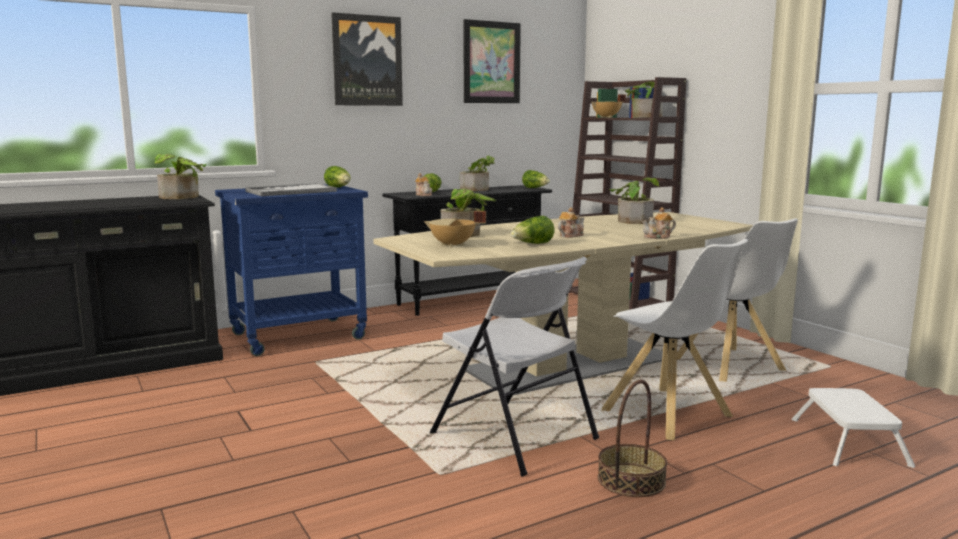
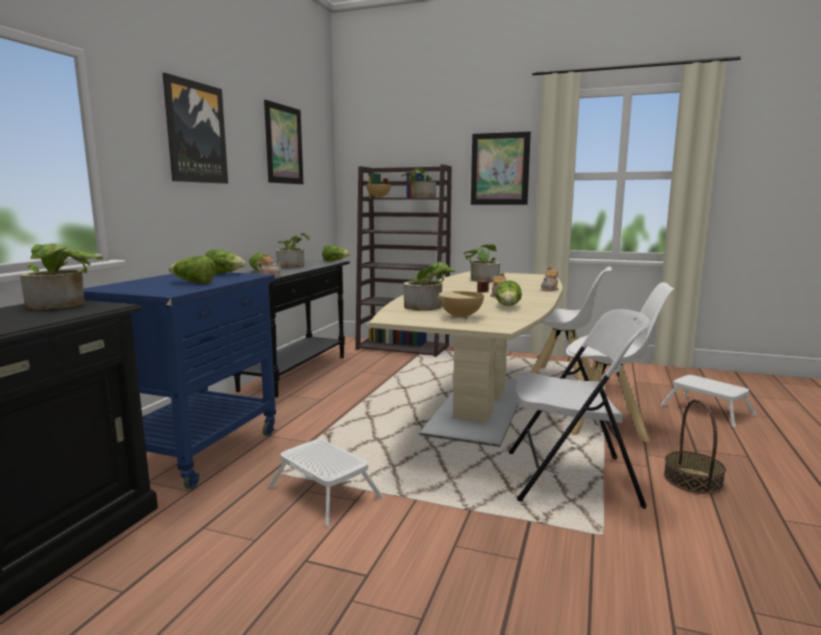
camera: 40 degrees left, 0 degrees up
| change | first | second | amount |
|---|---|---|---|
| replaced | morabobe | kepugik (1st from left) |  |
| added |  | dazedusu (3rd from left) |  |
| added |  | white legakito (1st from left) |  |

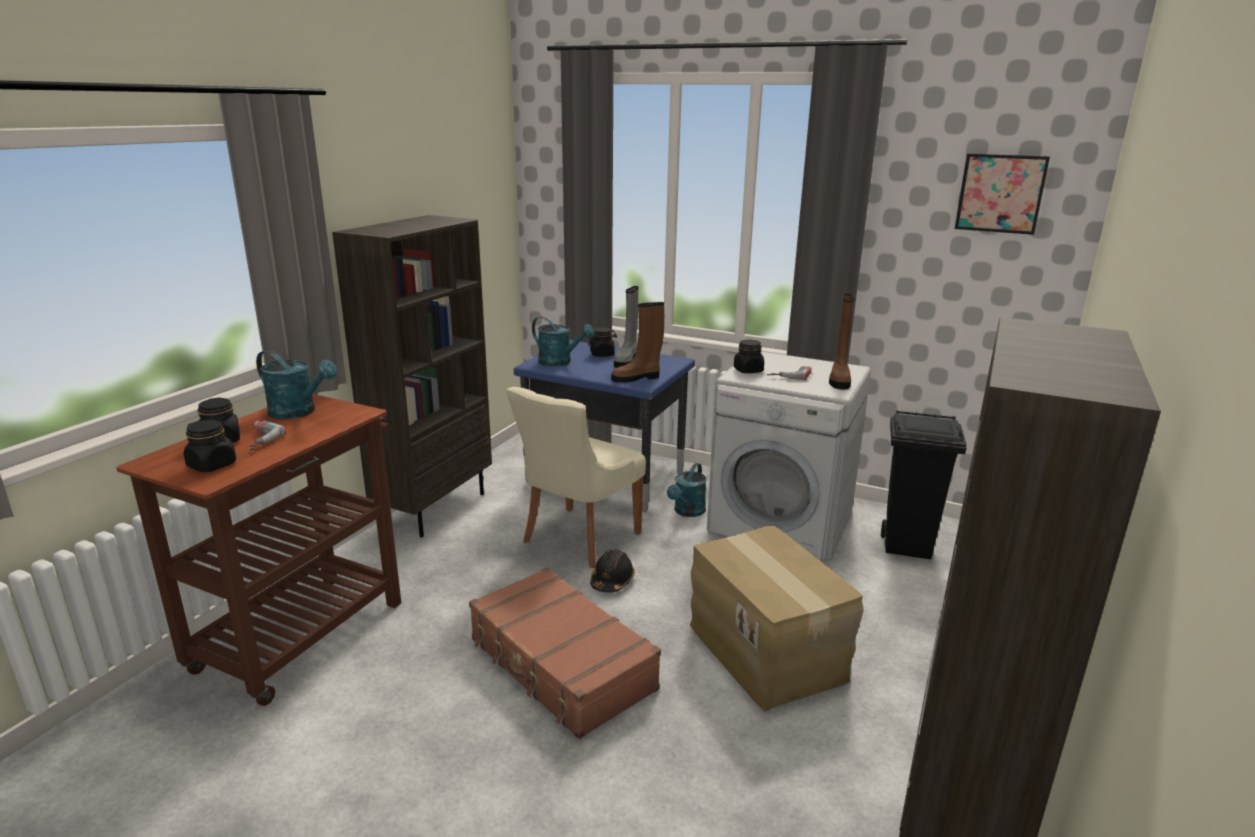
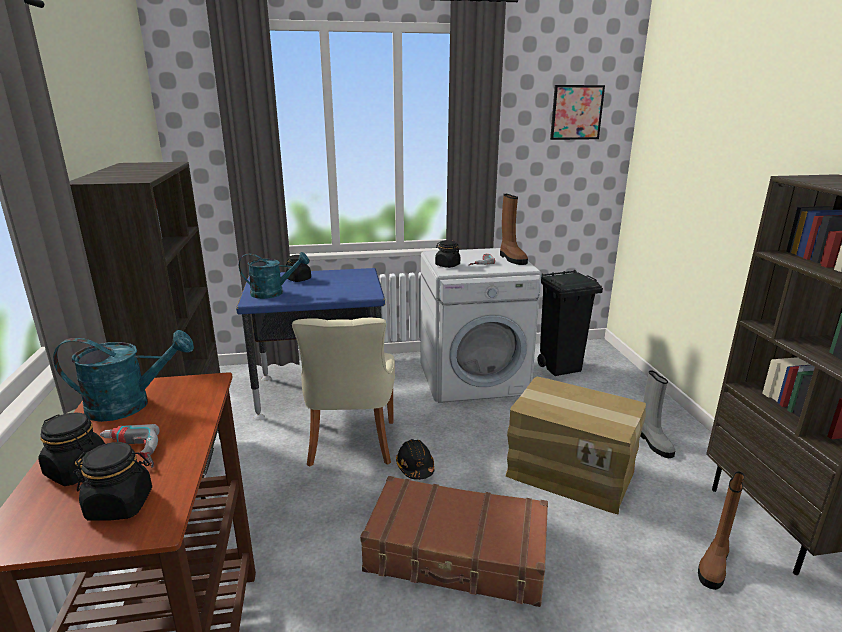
camera: 35 degrees left, 0 degrees up
| change | first | second | amount |
|---|---|---|---|
| moved | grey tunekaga |  |  |
| moved | brown tunekaga (1st from left in the first image) | brown tunekaga (2nd from left) |  |
| removed | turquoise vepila (3rd from left) |  |  |

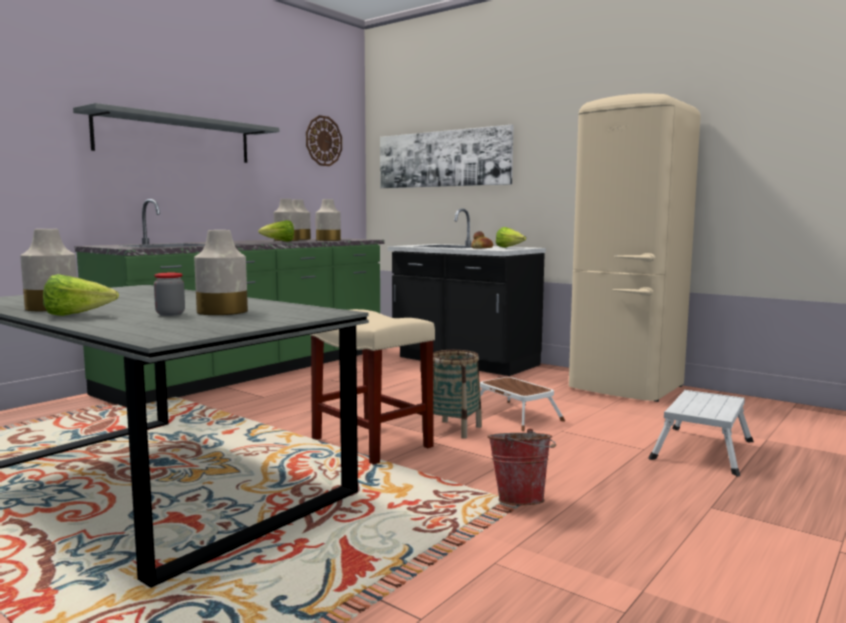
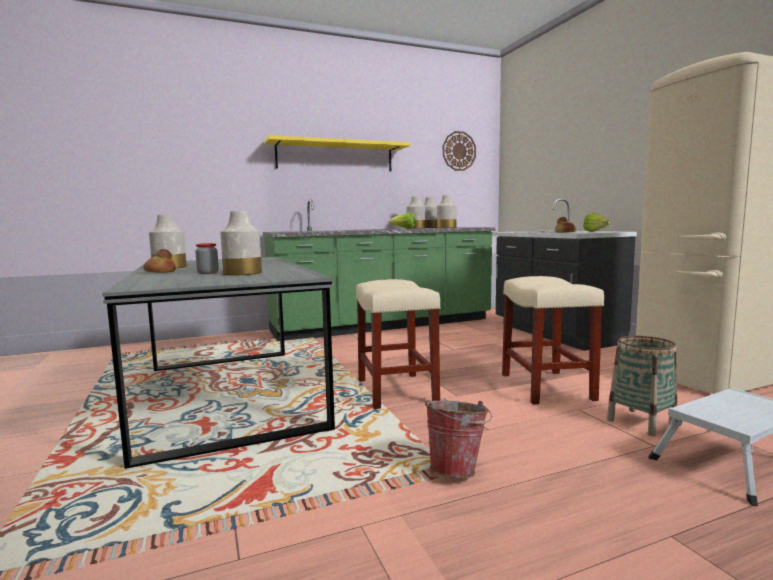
camera: 30 degrees right, 0 degrees up
| change | first | second | amount |
|---|---|---|---|
| recoloured | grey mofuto | yellow mofuto |  |
| removed | dazedusu |  |  |
| replaced | kepugik (1st from left) | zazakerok (1st from left) |  |
| moved | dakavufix |  |  |
| replaced | brown legakito | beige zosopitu (2nd from left) |  |

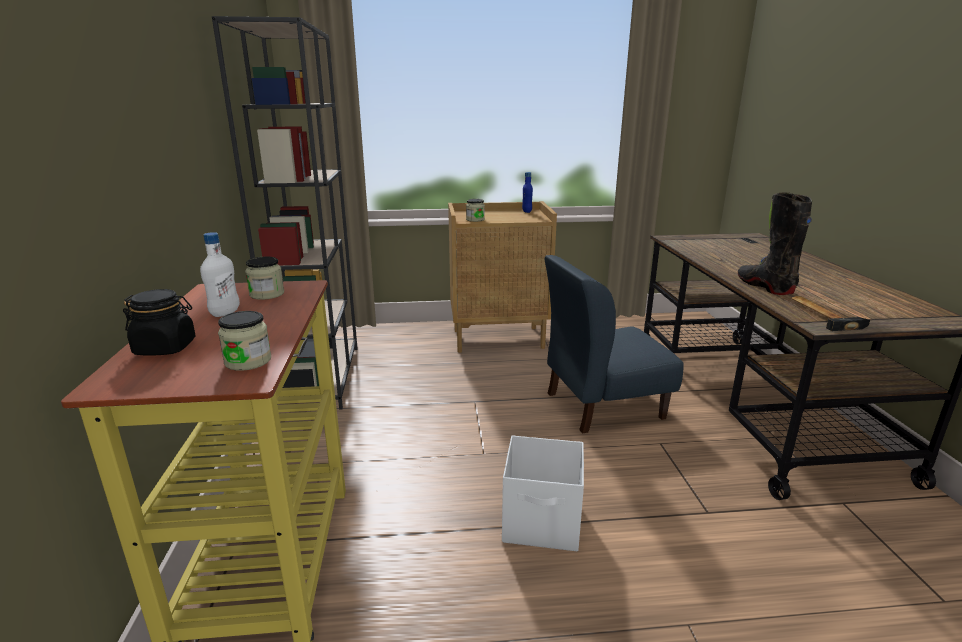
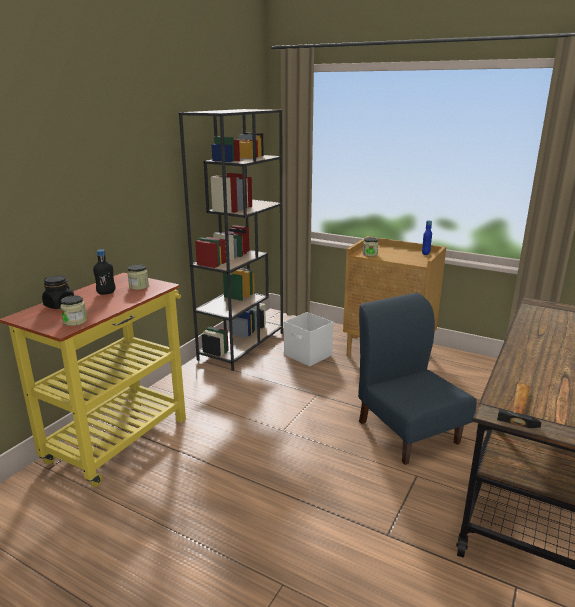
camera: 35 degrees right, 0 degrees up
| change | first | second | amount |
|---|---|---|---|
| removed | black tunekaga |  |  |
| recoloured | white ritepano | black ritepano |  |
| turned | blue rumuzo |  | 45 degrees clockwise |
| moved | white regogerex |  |  |

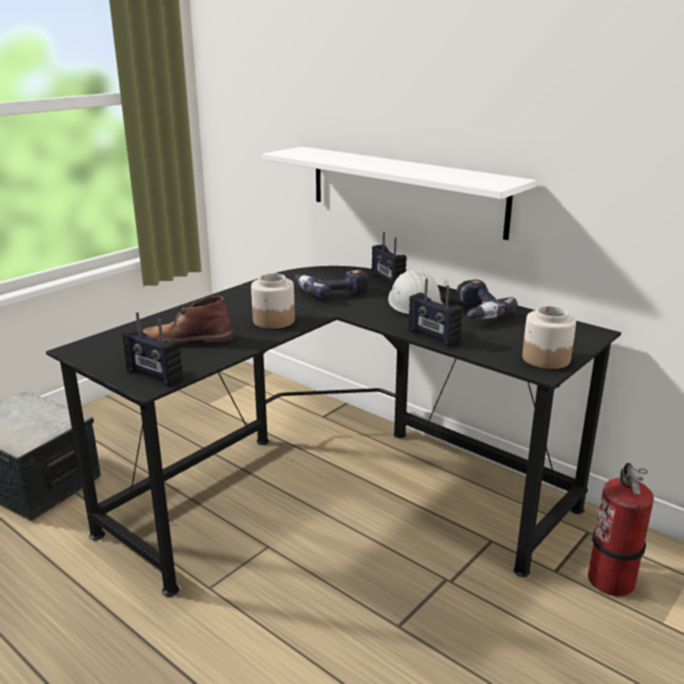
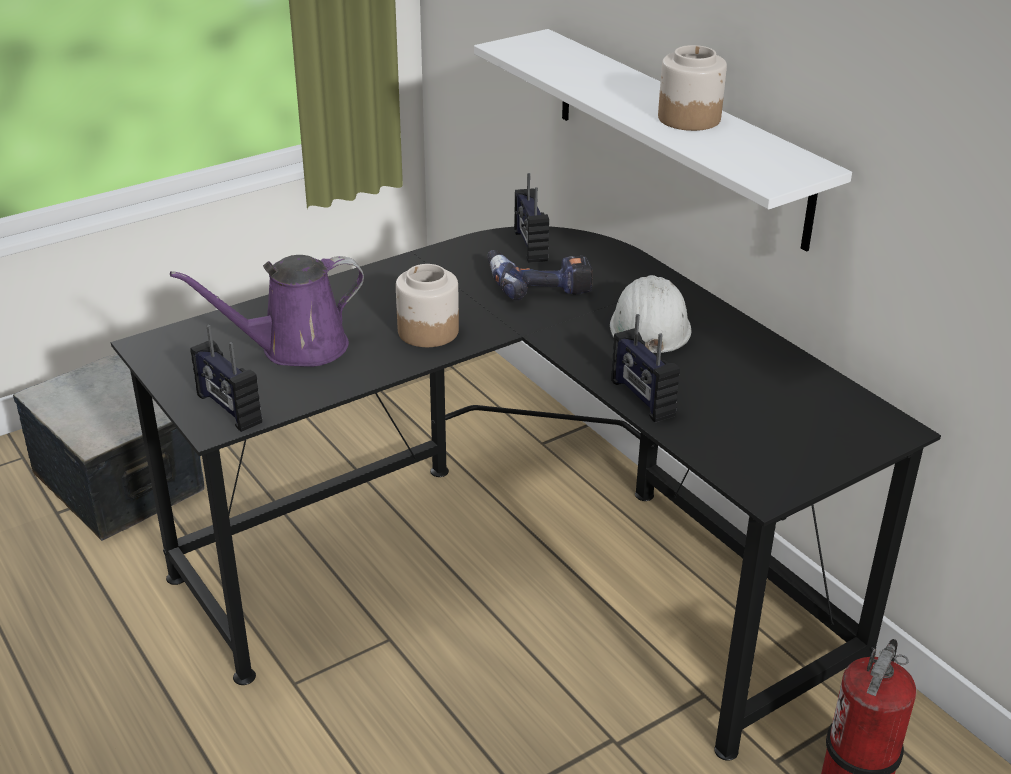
camera: 15 degrees right, 10 degrees up
| change | first | second | amount |
|---|---|---|---|
| moved | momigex (2nd from left) |  |  |
| removed | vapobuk (2nd from left) |  |  |
| replaced | brown tunekaga | purple vepila |  |
| moved | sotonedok (2nd from left) |  |  |

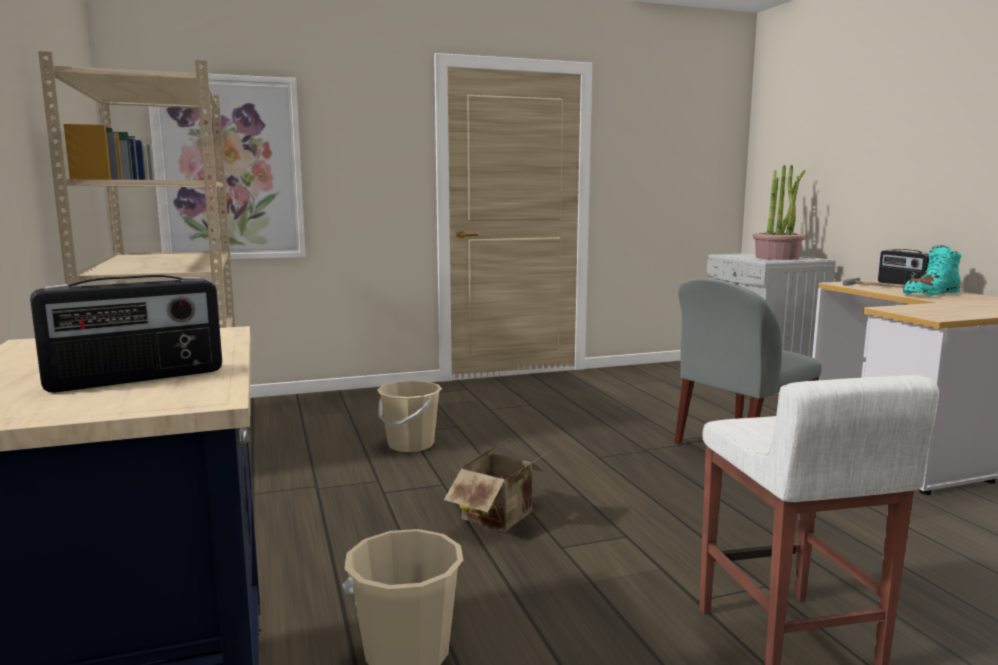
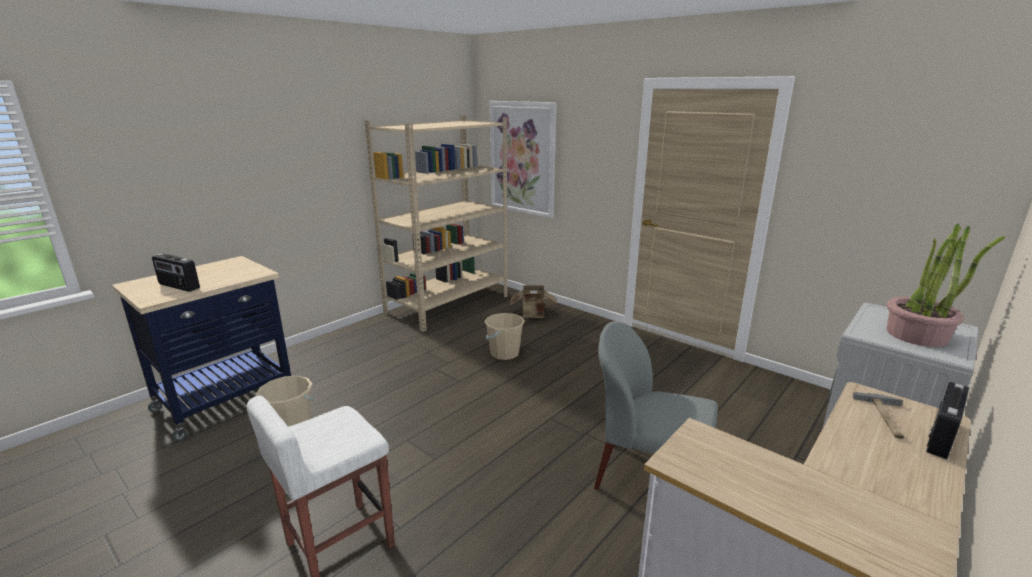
camera: 60 degrees right, 10 degrees up
| change | first | second | amount |
|---|---|---|---|
| removed | turquoise tunekaga |  |  |
| moved | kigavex |  |  |

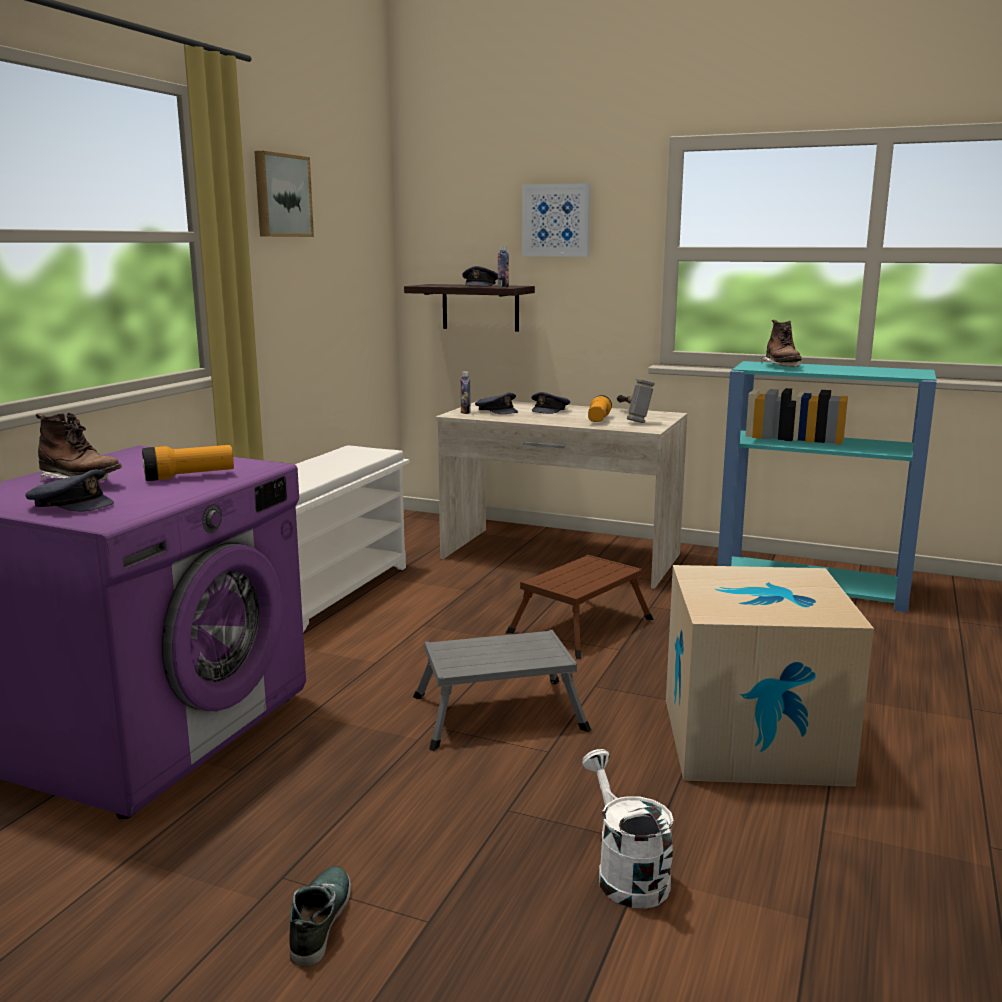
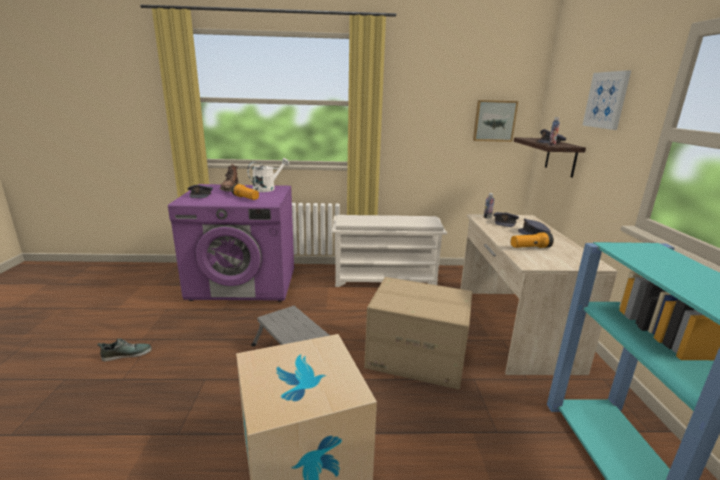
camera: 65 degrees right, 5 degrees up
| change | first | second | amount |
|---|---|---|---|
| moved | dazedusu (1st from left) |  |  |
| removed | brown tunekaga (2nd from left) |  |  |
| removed | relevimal |  |  |
| replaced | brown legakito | kigavex (2nd from left) |  |
| moved | white vepila |  |  |

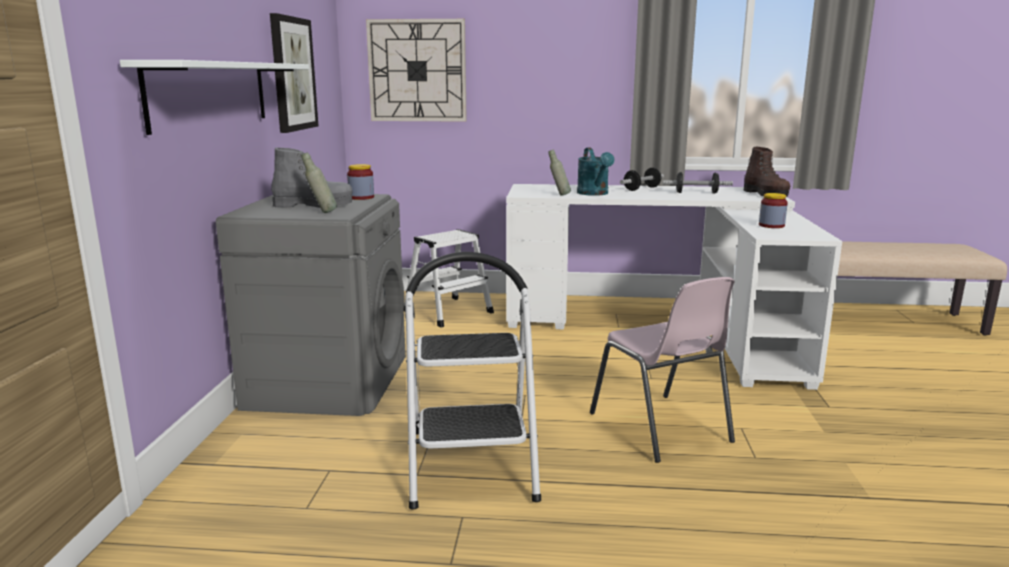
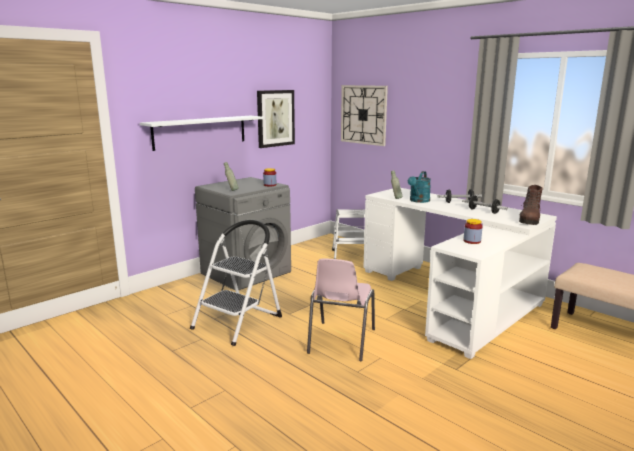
camera: 40 degrees right, 0 degrees up
| change | first | second | amount |
|---|---|---|---|
| removed | grey tunekaga |  |  |

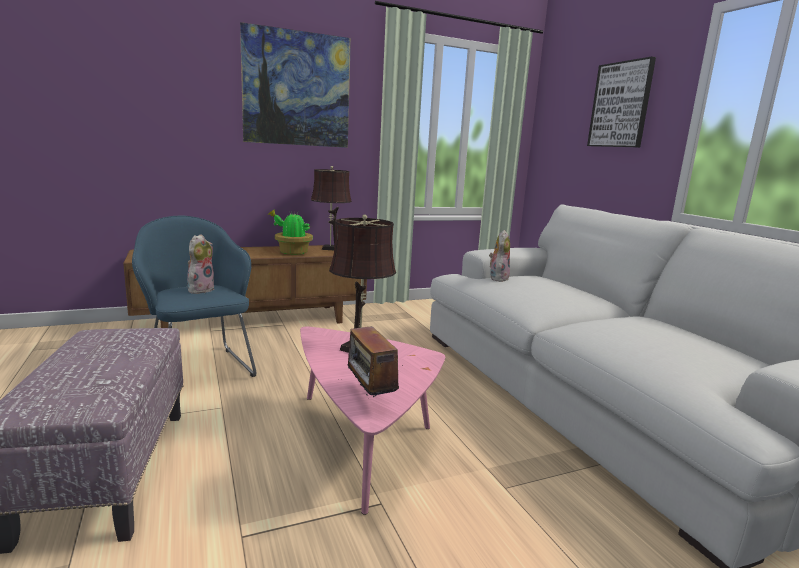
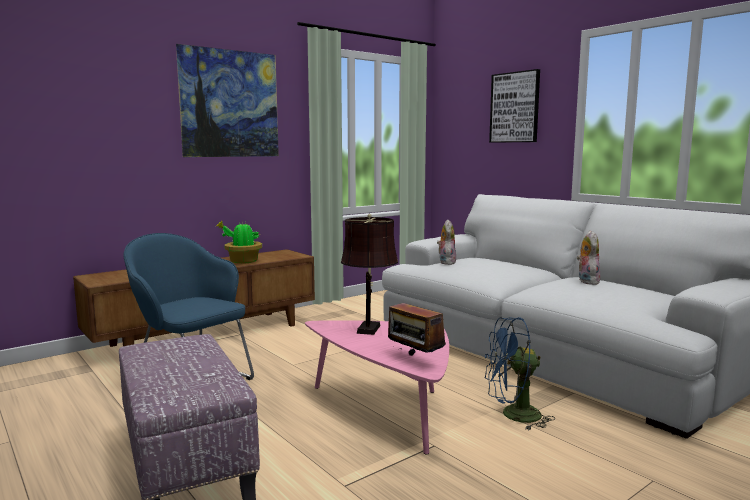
camera: 15 degrees left, 5 degrees down
| change | first | second | amount |
|---|---|---|---|
| removed | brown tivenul (1st from left) |  |  |
| moved | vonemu (1st from left in the first image) | vonemu (2nd from left) |  |
| added |  | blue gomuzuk |  |

